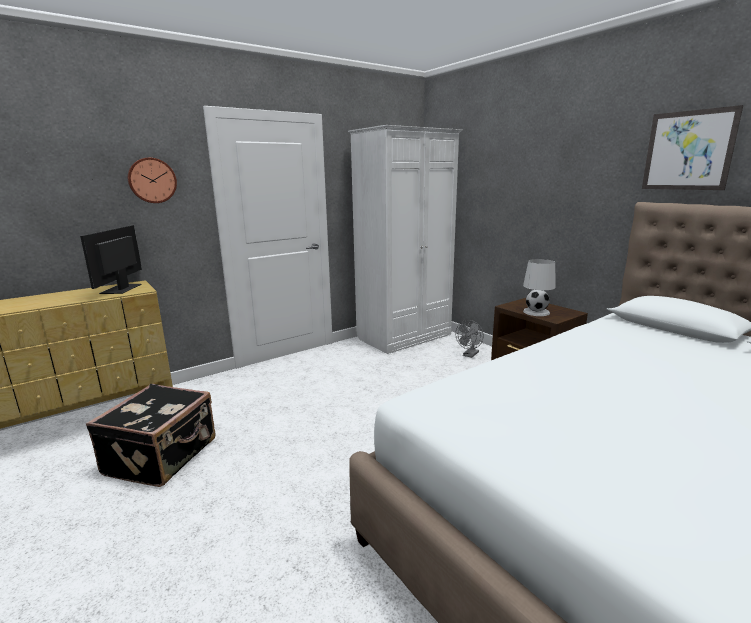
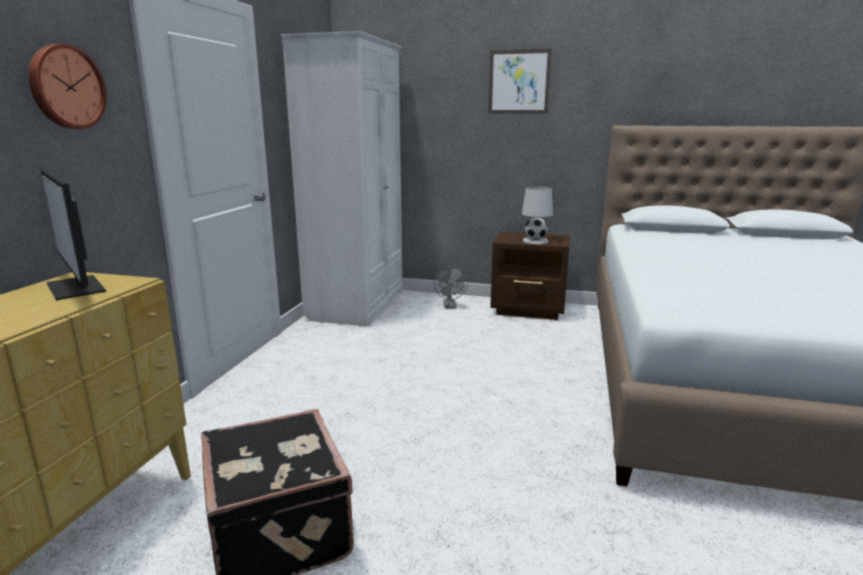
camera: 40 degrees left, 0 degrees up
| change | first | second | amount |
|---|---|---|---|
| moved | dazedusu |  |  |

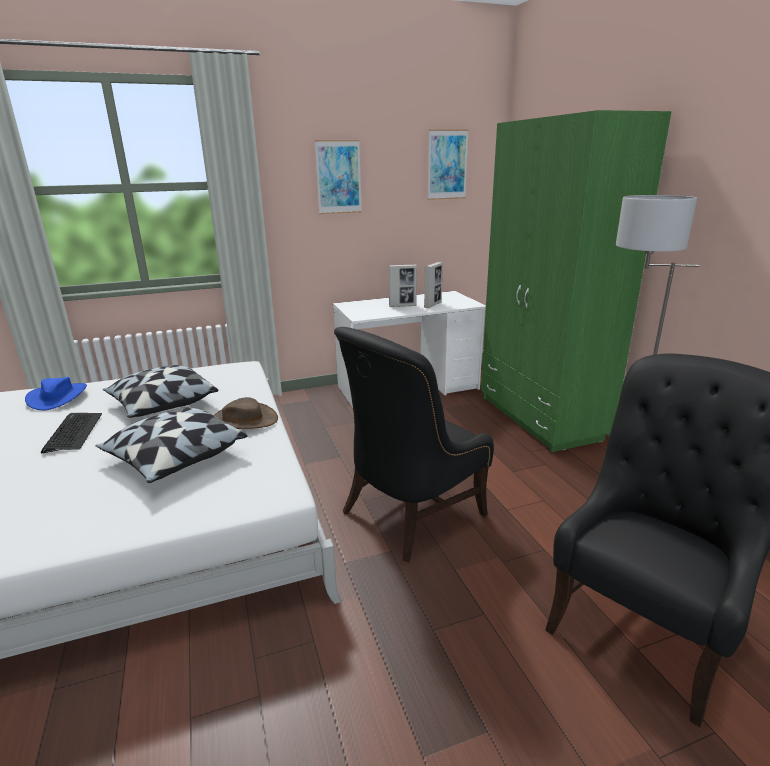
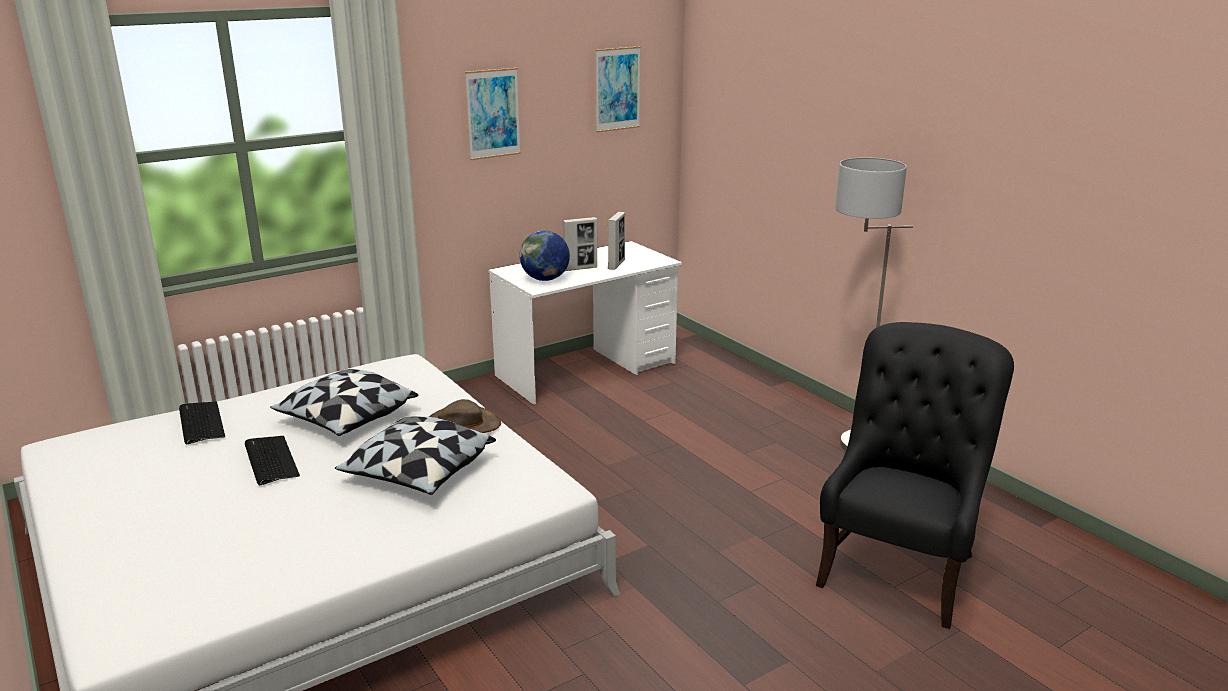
camera: 15 degrees left, 0 degrees up
| change | first | second | amount |
|---|---|---|---|
| removed | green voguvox |  |  |
| removed | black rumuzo (1st from left) |  |  |
| replaced | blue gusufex | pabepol (1st from left) |  |
| added |  | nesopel |  |

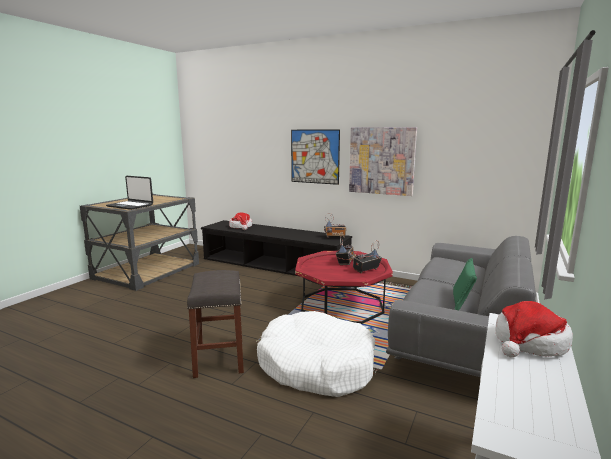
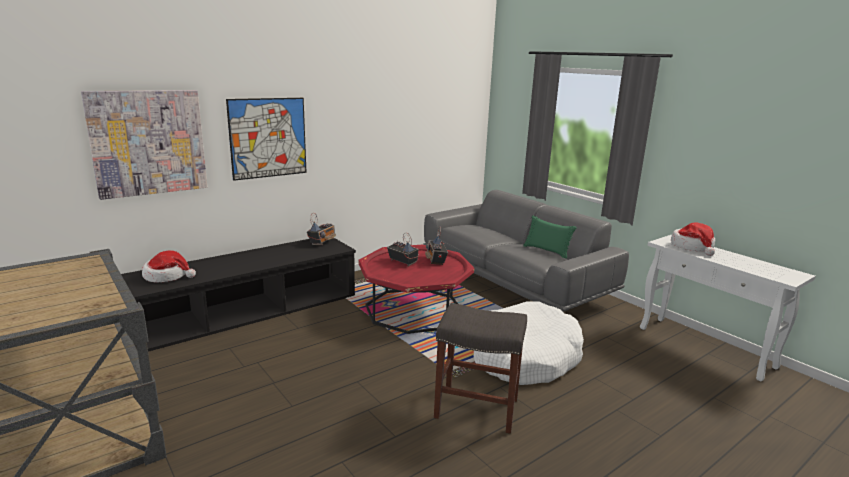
camera: 65 degrees left, 5 degrees up
| change | first | second | amount |
|---|---|---|---|
| moved | dazedusu (2nd from left in the first image) | dazedusu (1st from left) |  |
| removed | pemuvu |  |  |

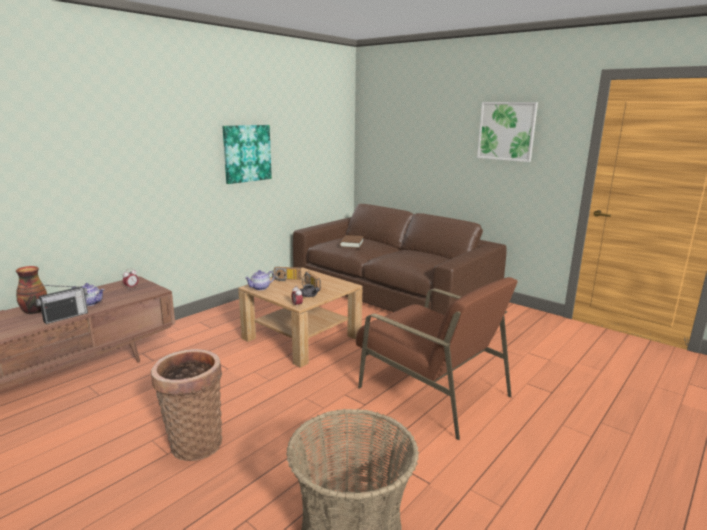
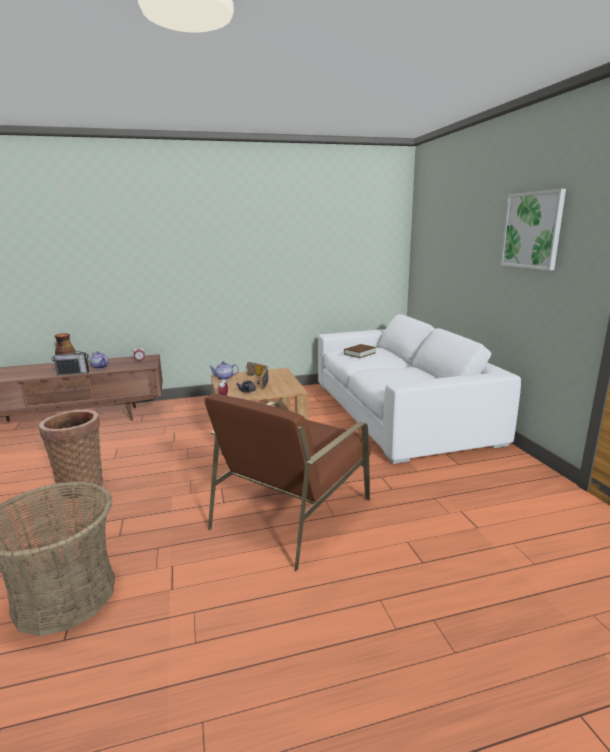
camera: 35 degrees right, 0 degrees up
| change | first | second | amount |
|---|---|---|---|
| removed | dazedusu (1st from left) |  |  |
| recoloured | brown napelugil | white napelugil |  |
| turned | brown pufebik |  | 45 degrees clockwise |

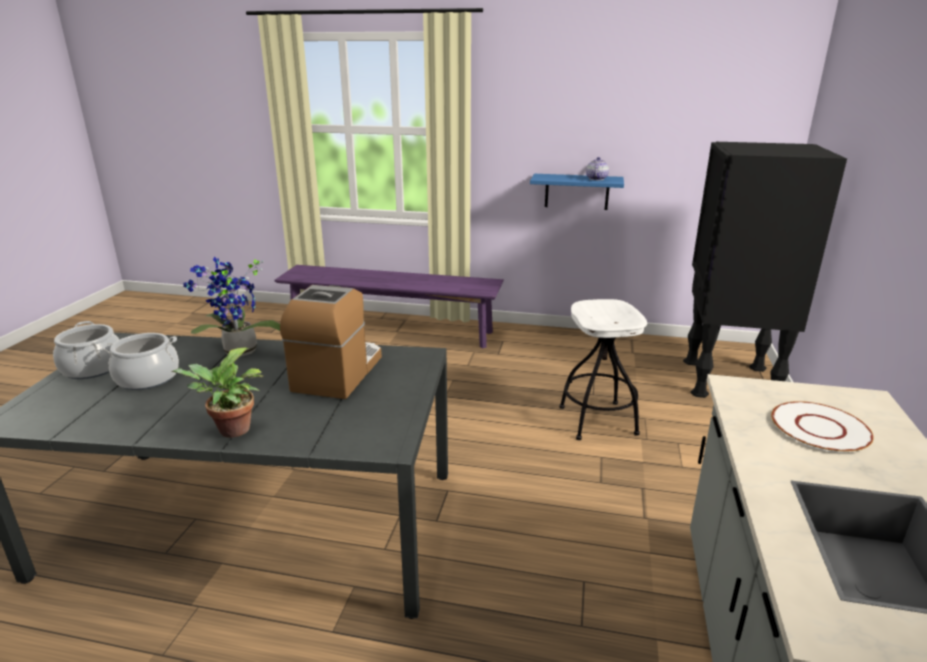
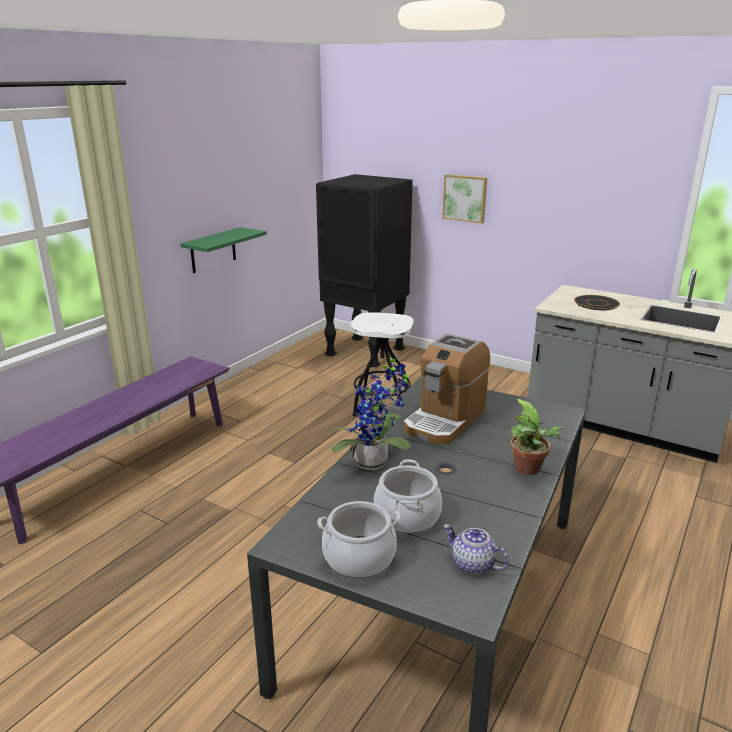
camera: 70 degrees left, 0 degrees up
| change | first | second | amount |
|---|---|---|---|
| moved | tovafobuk |  |  |
| recoloured | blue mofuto | green mofuto |  |
| turned | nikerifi |  | 90 degrees counterclockwise |
| recoloured | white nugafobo | black nugafobo |  |
| added |  | dazedusu |  |

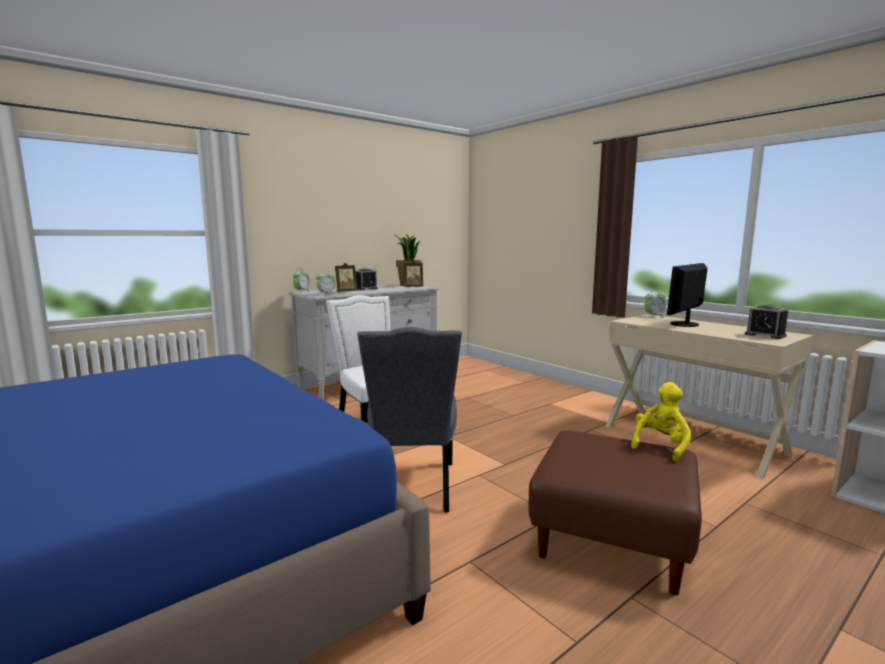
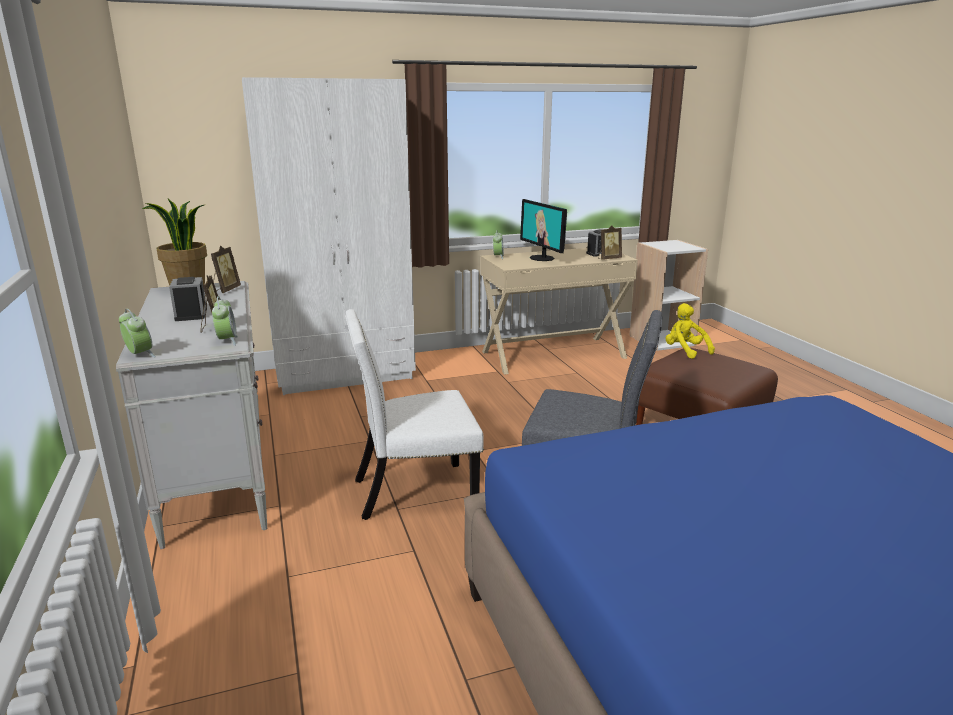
camera: 70 degrees left, 10 degrees up
| change | first | second | amount |
|---|---|---|---|
| added |  | white voguvox |  |
| added |  | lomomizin (3rd from left) |  |

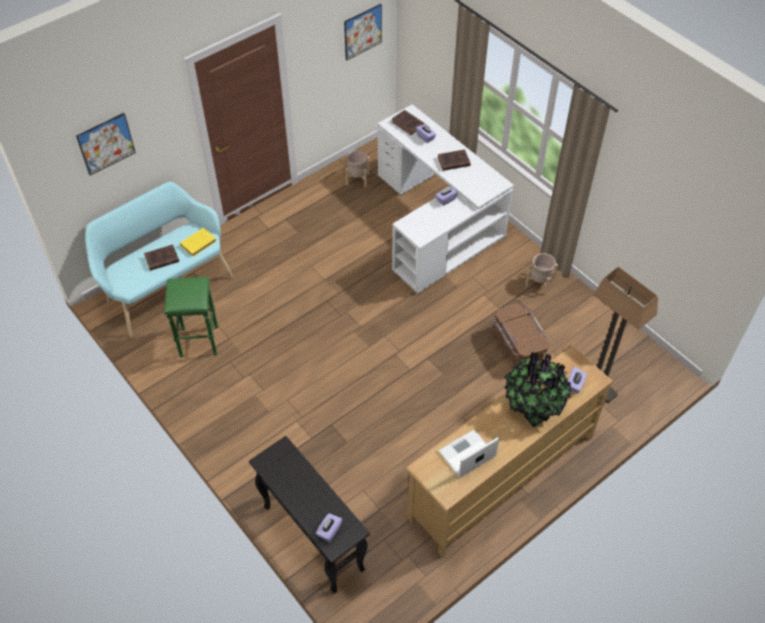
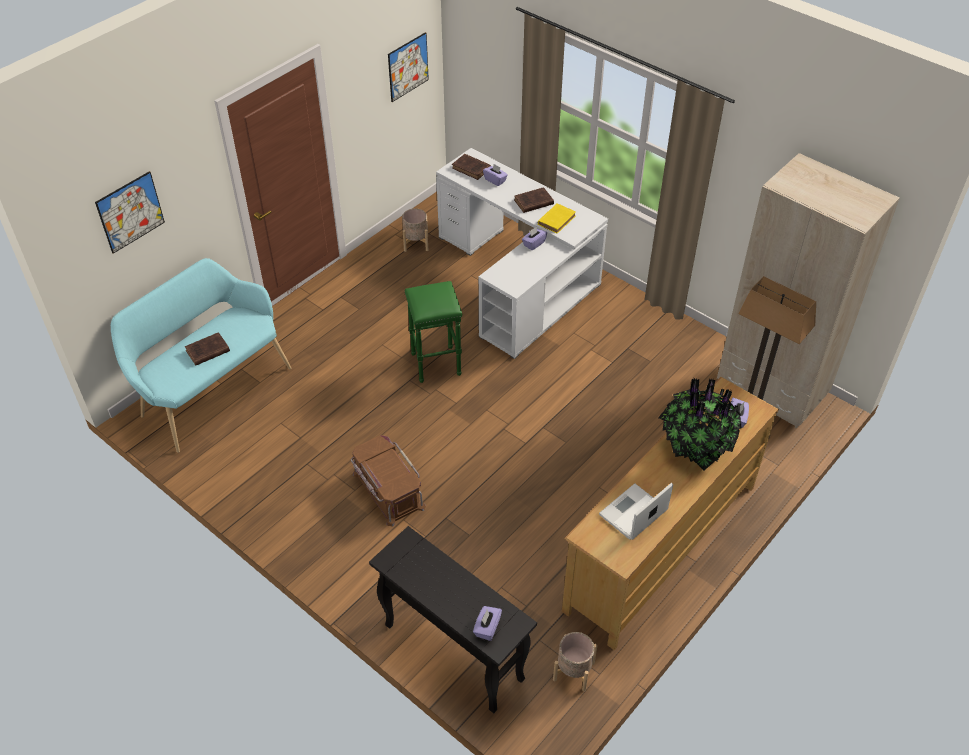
camera: 10 degrees left, 5 degrees down
| change | first | second | amount |
|---|---|---|---|
| moved | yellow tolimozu |  |  |
| moved | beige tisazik (2nd from left) |  |  |
| moved | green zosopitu |  |  |
| moved | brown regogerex |  |  |
| added |  | beige voguvox |  |

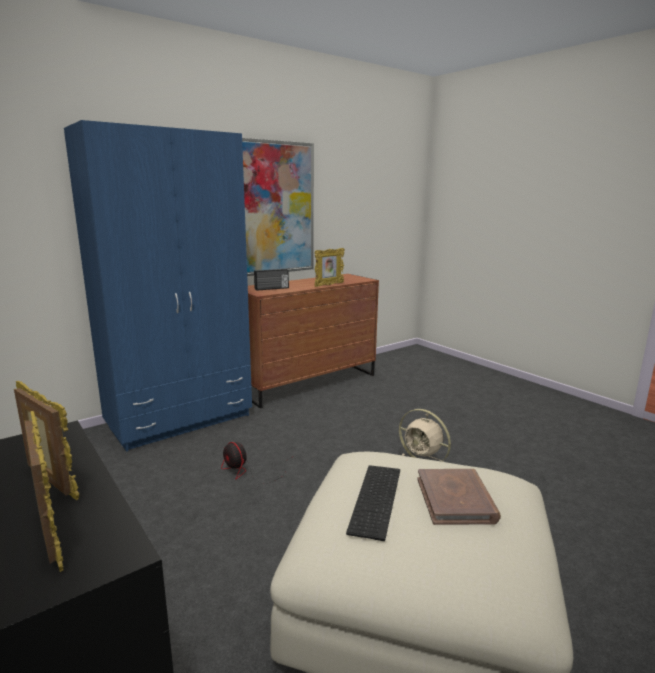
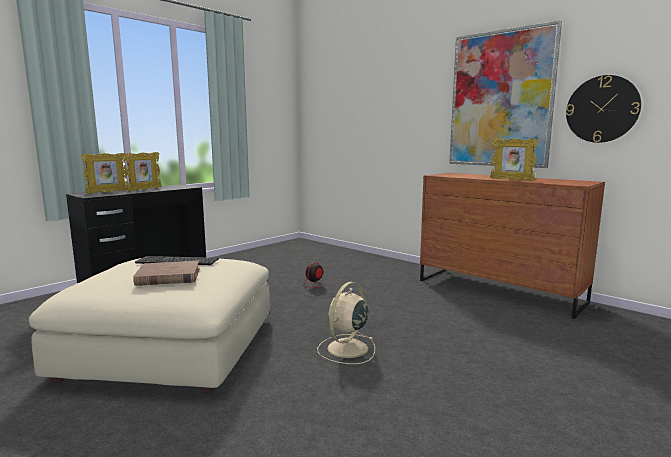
camera: 80 degrees right, 5 degrees down
| change | first | second | amount |
|---|---|---|---|
| removed | blue voguvox |  |  |
| removed | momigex |  |  |
| added |  | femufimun |  |

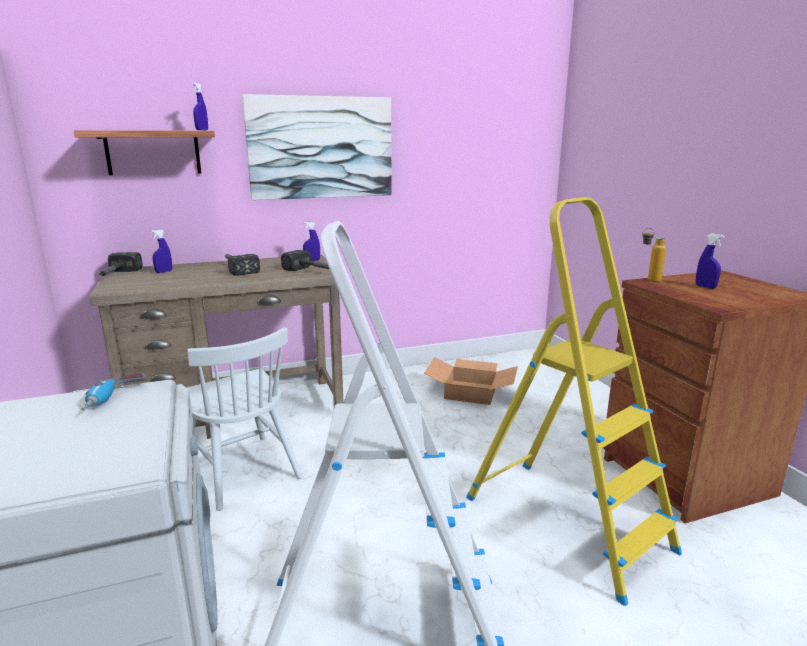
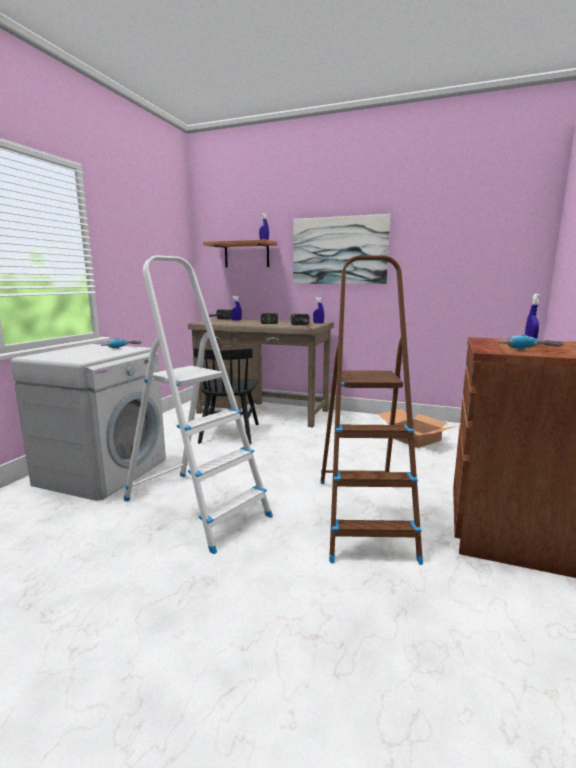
camera: 40 degrees right, 5 degrees down
| change | first | second | amount |
|---|---|---|---|
| recoloured | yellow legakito | brown legakito |  |
| removed | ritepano |  |  |
| recoloured | white rumuzo | black rumuzo |  |
| added |  | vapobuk (2nd from left) |  |

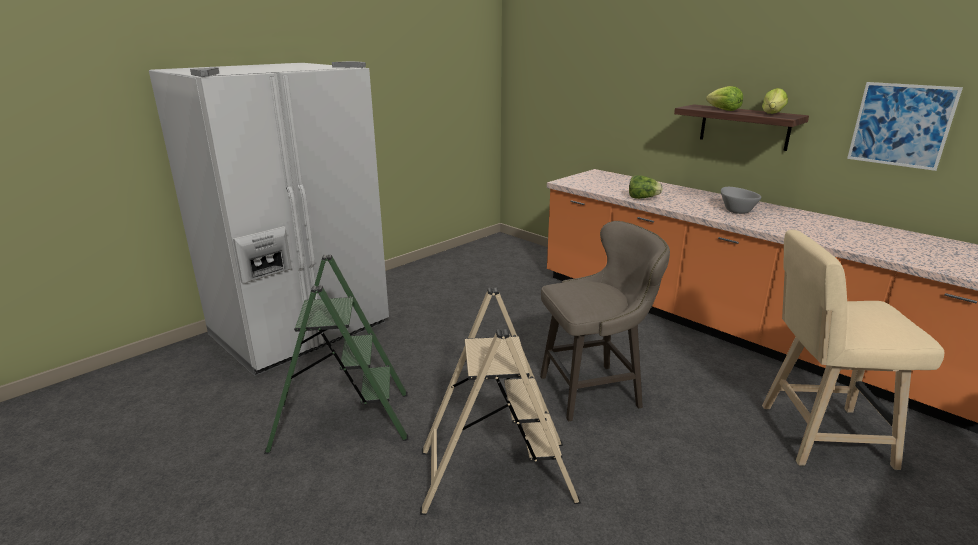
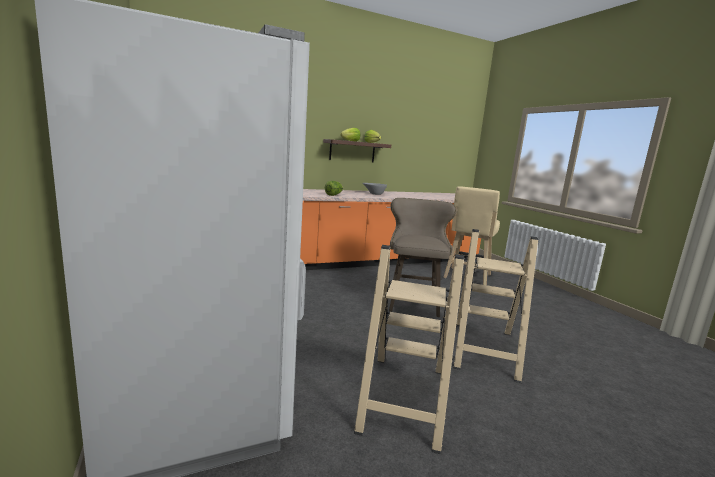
camera: 70 degrees left, 10 degrees down
| change | first | second | amount |
|---|---|---|---|
| removed | dazedusu |  |  |
| recoloured | green legakito | beige legakito (1st from left) |  |

